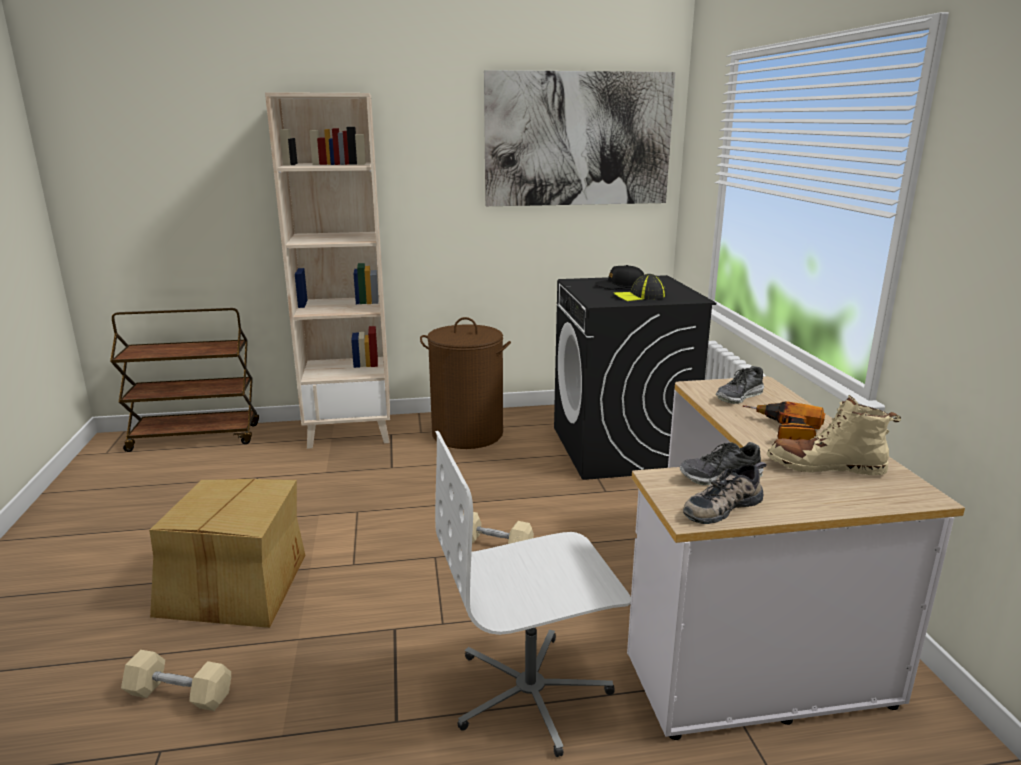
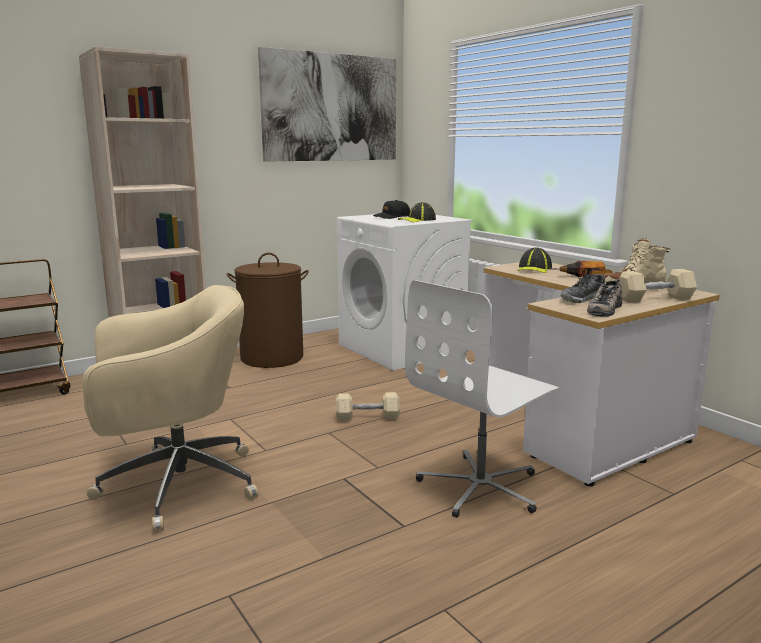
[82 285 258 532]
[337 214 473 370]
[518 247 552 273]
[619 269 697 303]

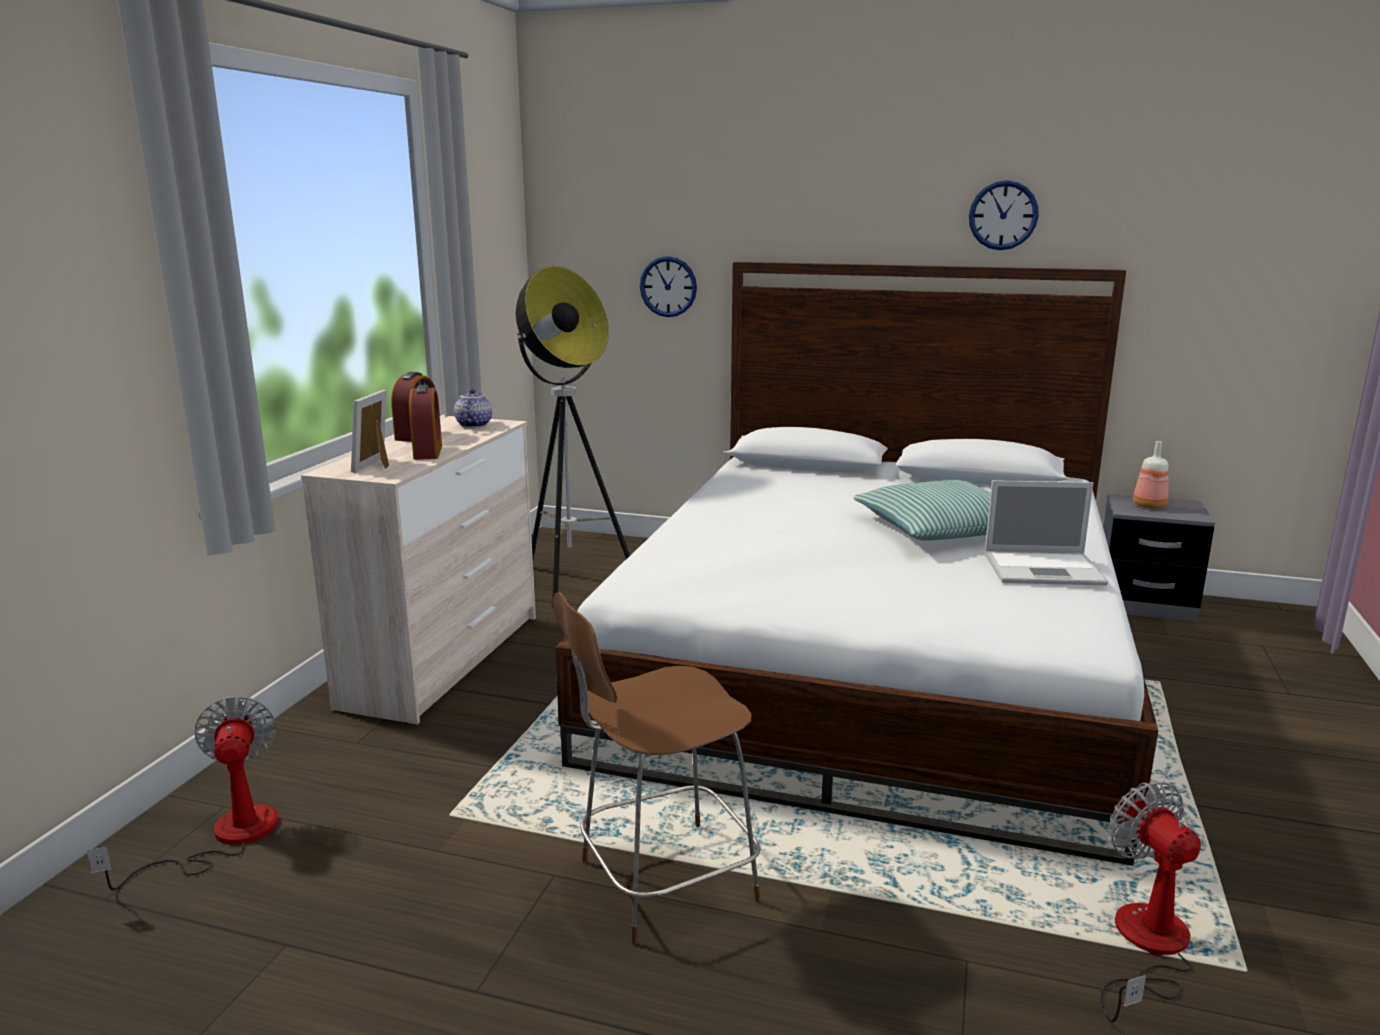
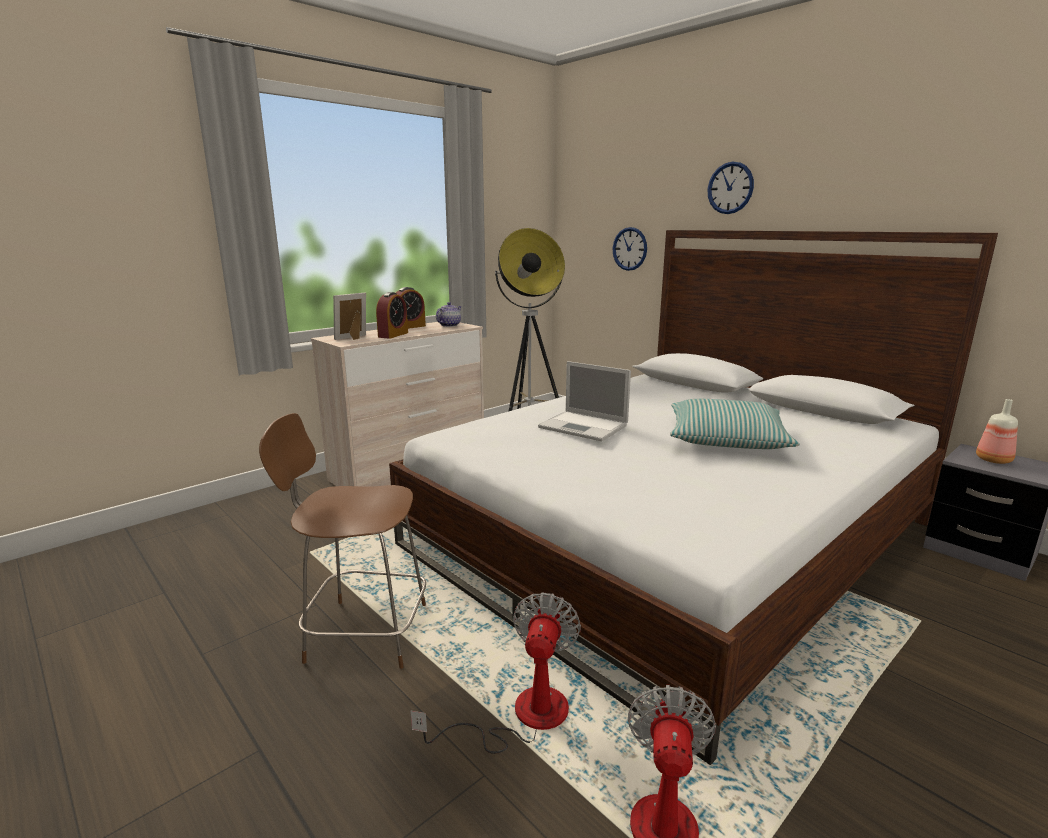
[410 592 581 754]
[538 361 631 441]
[707 162 754 214]

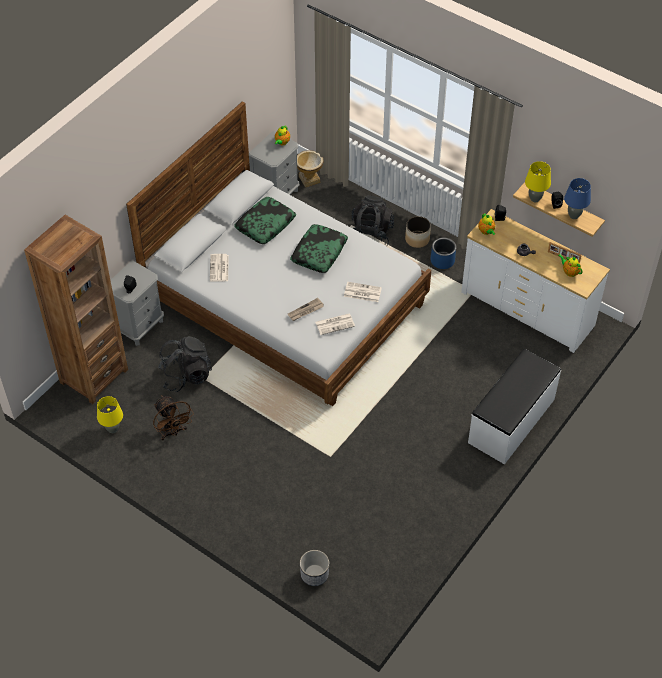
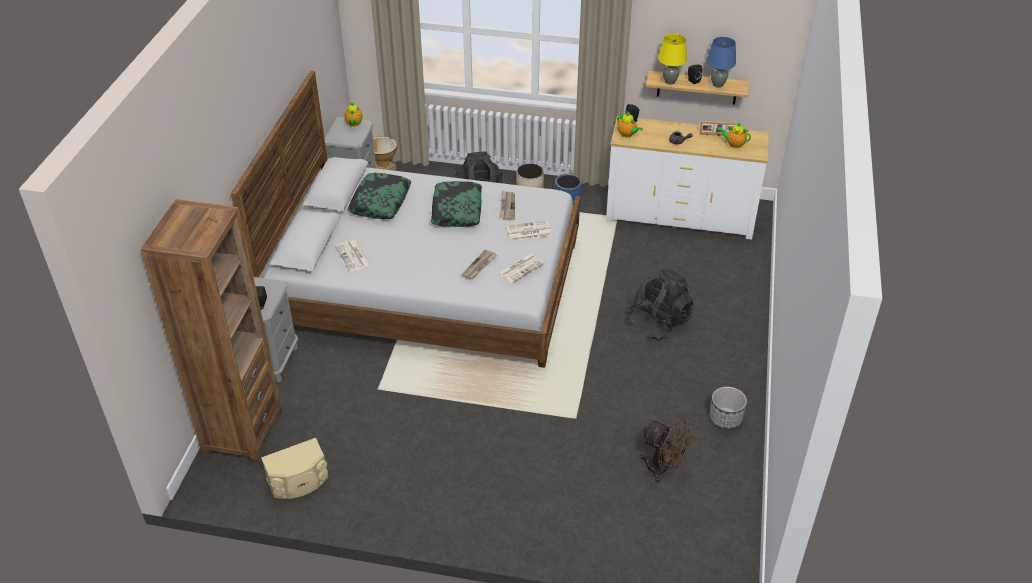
[261 438 328 499]
[499 191 515 220]
[627 268 694 340]
[639 418 696 483]
[710 386 747 429]
[468 349 561 464] (first image)

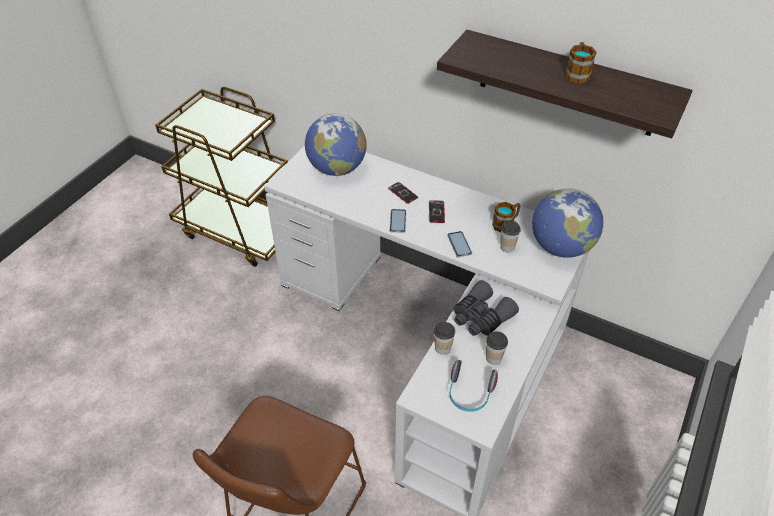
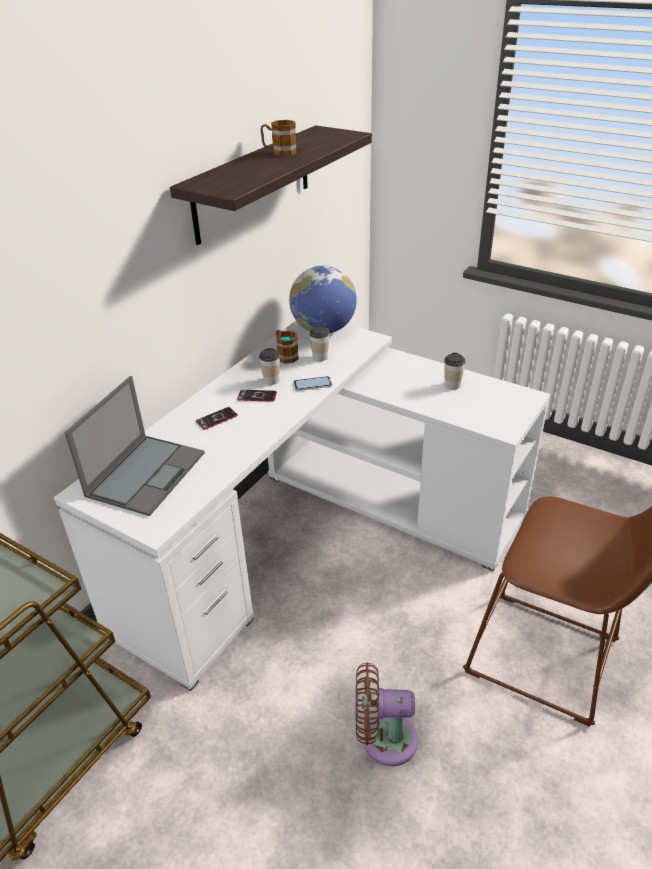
[64 376 205 516]
[259 348 280 385]
[355 662 418 766]
[390 209 406 233] (first image)
[450 360 498 412] (first image)
[454 280 519 336] (first image)

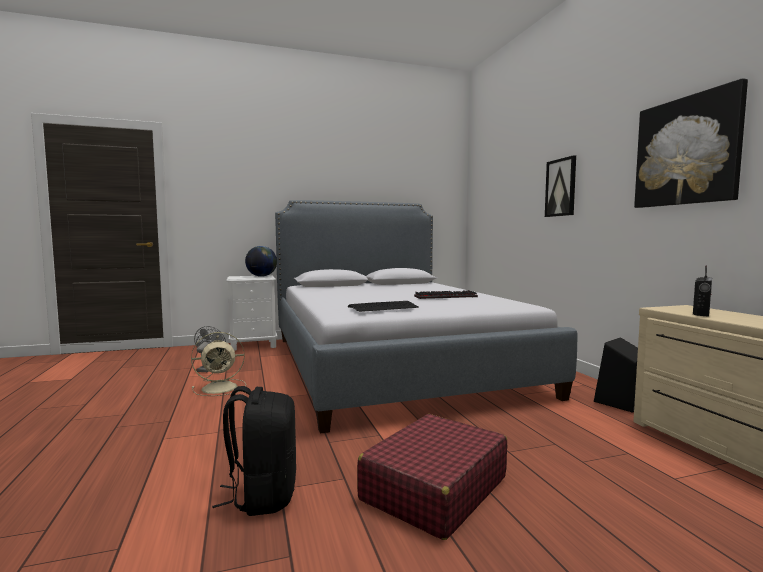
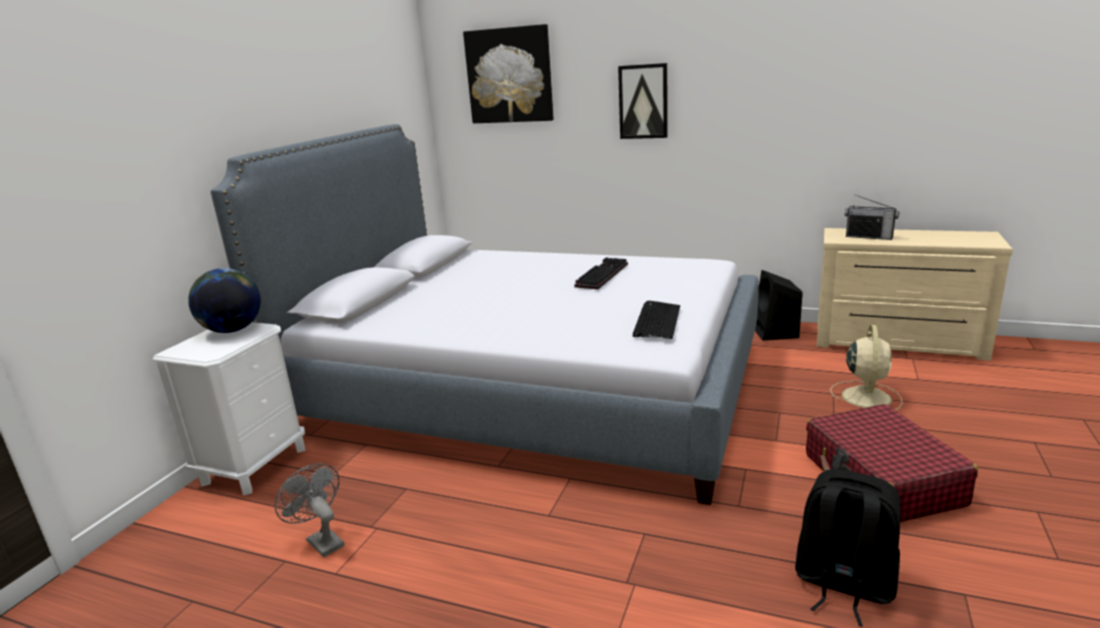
[463 24 554 123]
[830 325 903 410]
[845 195 899 240]

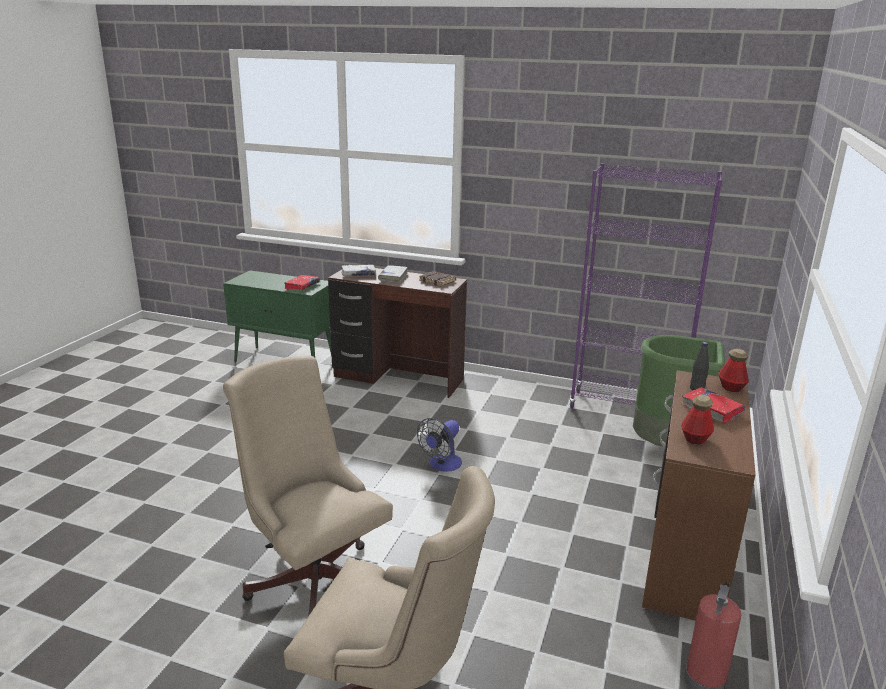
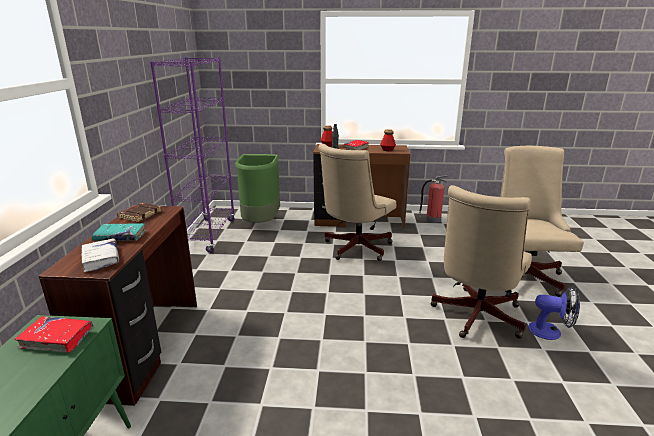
[92 223 146 241]
[318 144 396 261]
[528 286 580 340]

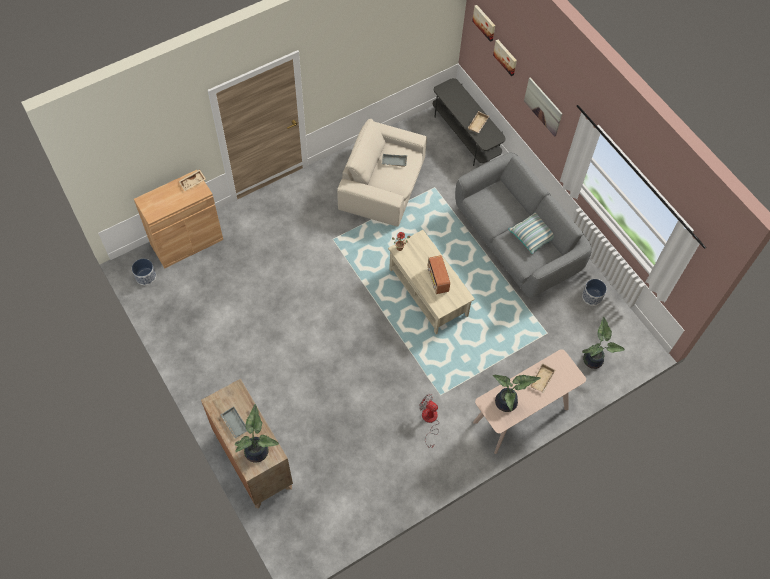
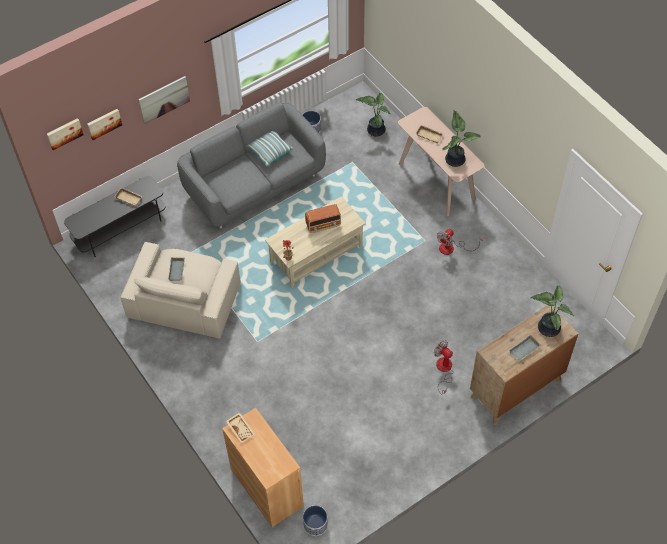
[434 340 453 394]

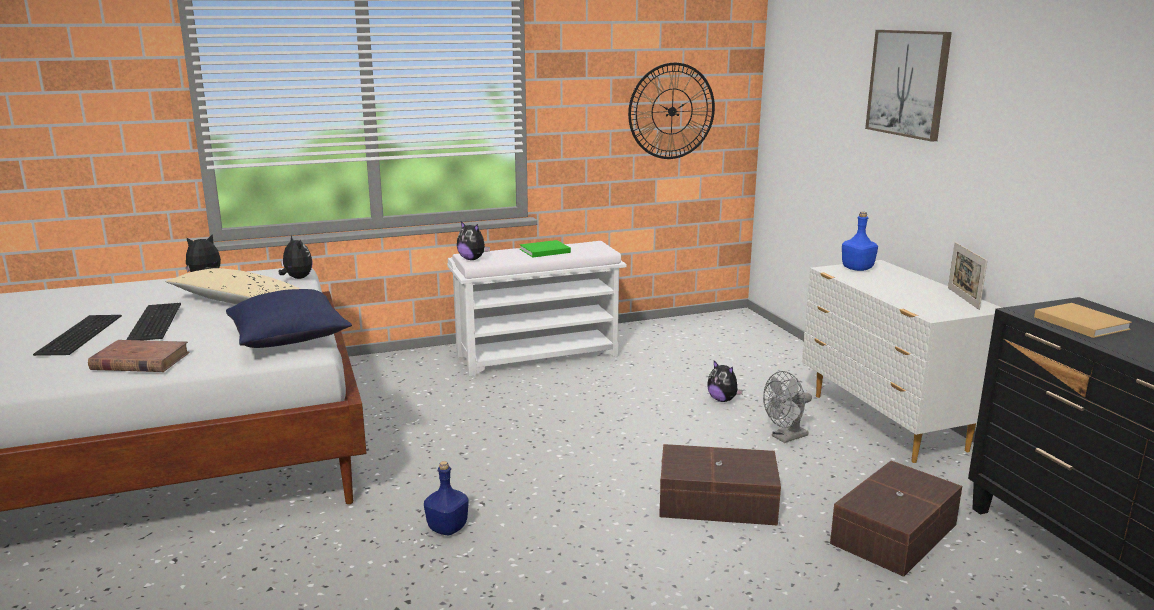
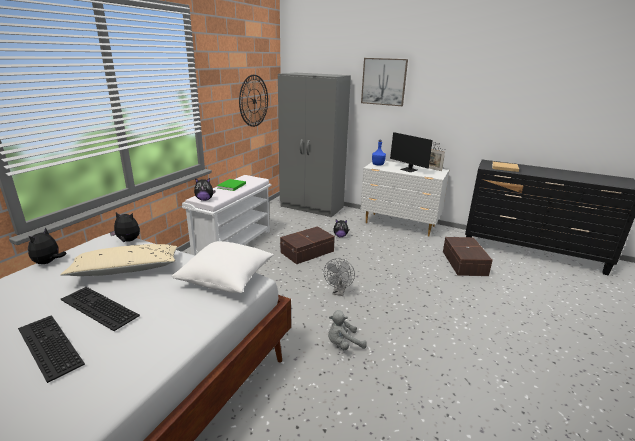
[172 241 274 293]
[278 73 351 217]
[280 226 335 264]
[324 258 355 296]
[328 310 367 350]
[390 132 443 172]
[88 340 190 372] (first image)

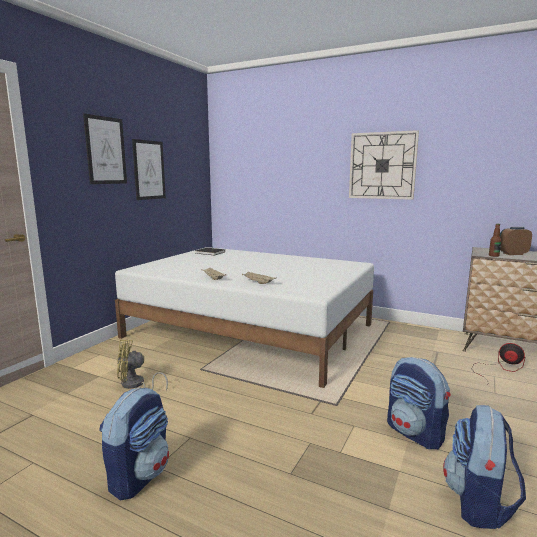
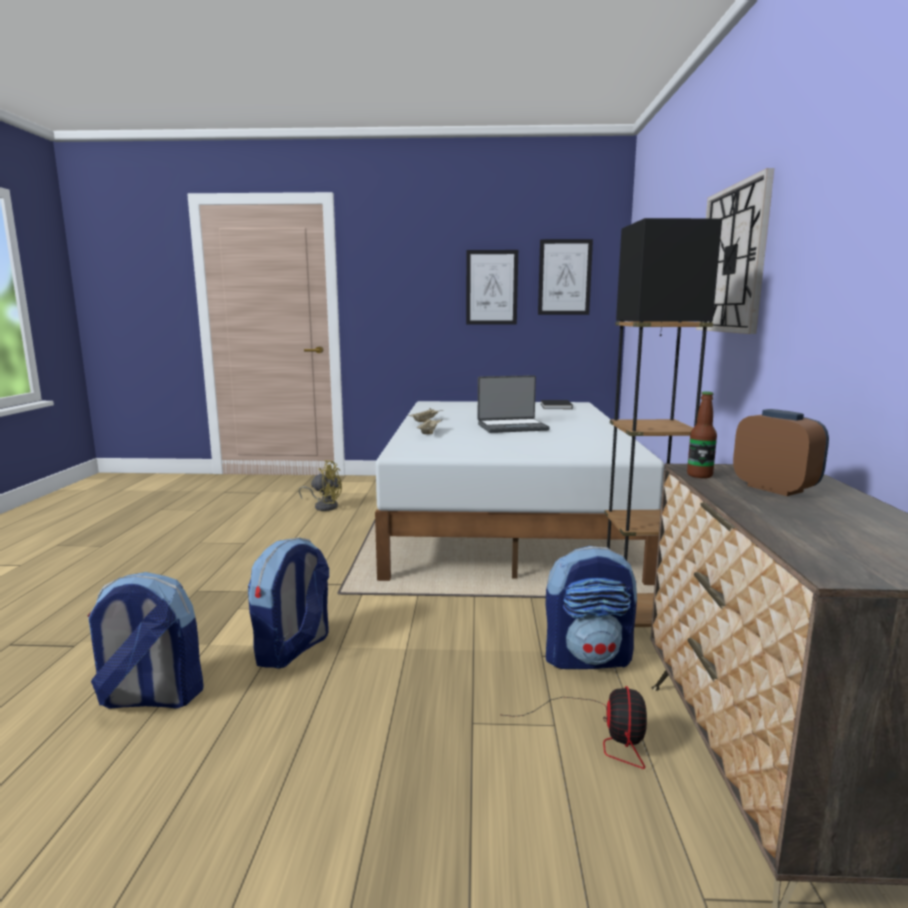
[299 460 342 511]
[478 375 550 433]
[538 239 593 315]
[545 546 637 669]
[604 218 722 627]

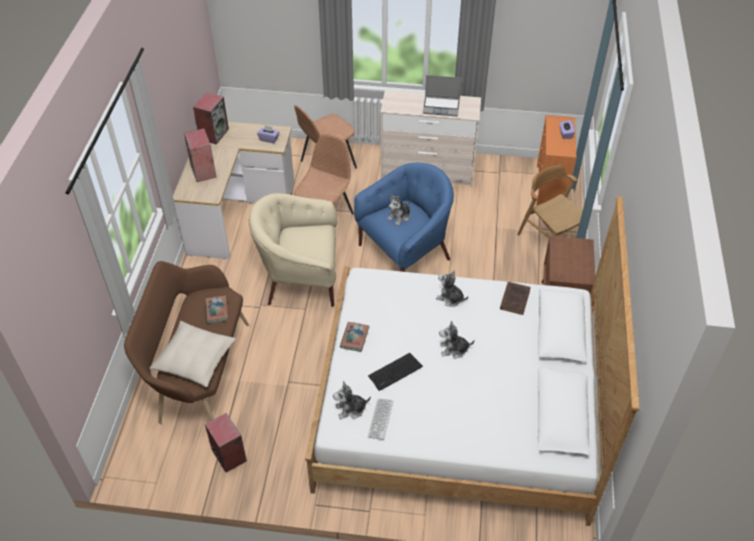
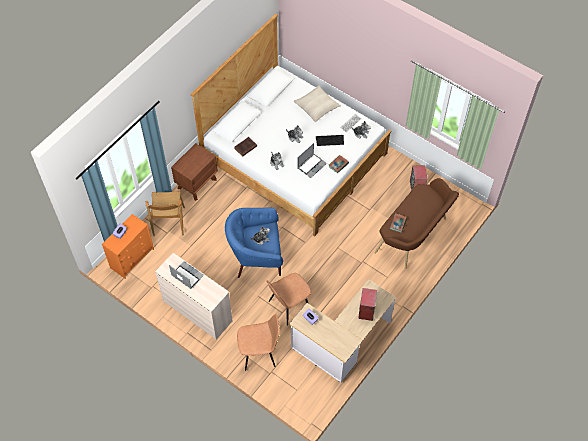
[294 86 341 122]
[297 143 327 178]
[193 92 229 145] (first image)
[248 193 338 307] (first image)

